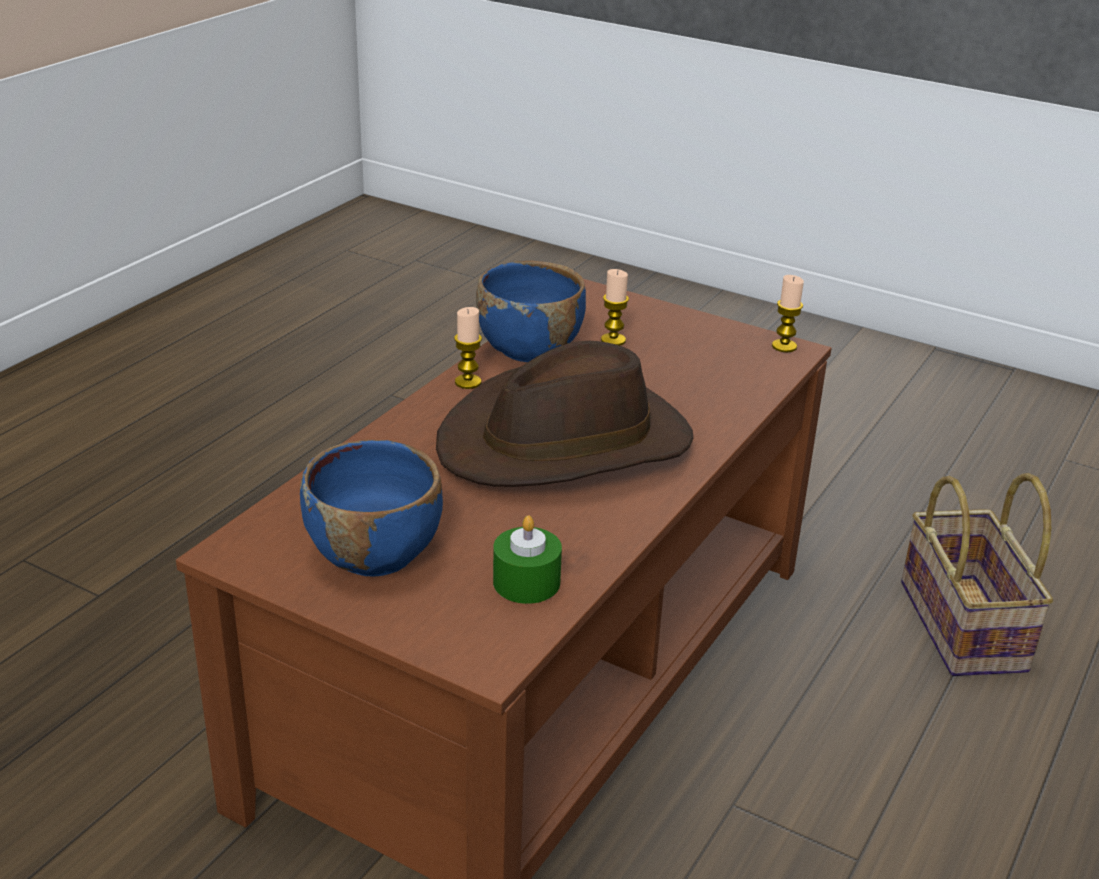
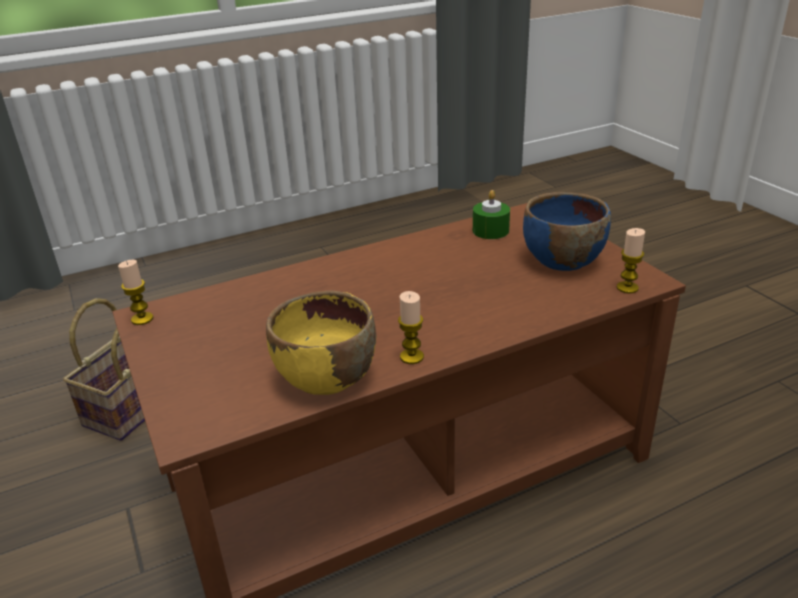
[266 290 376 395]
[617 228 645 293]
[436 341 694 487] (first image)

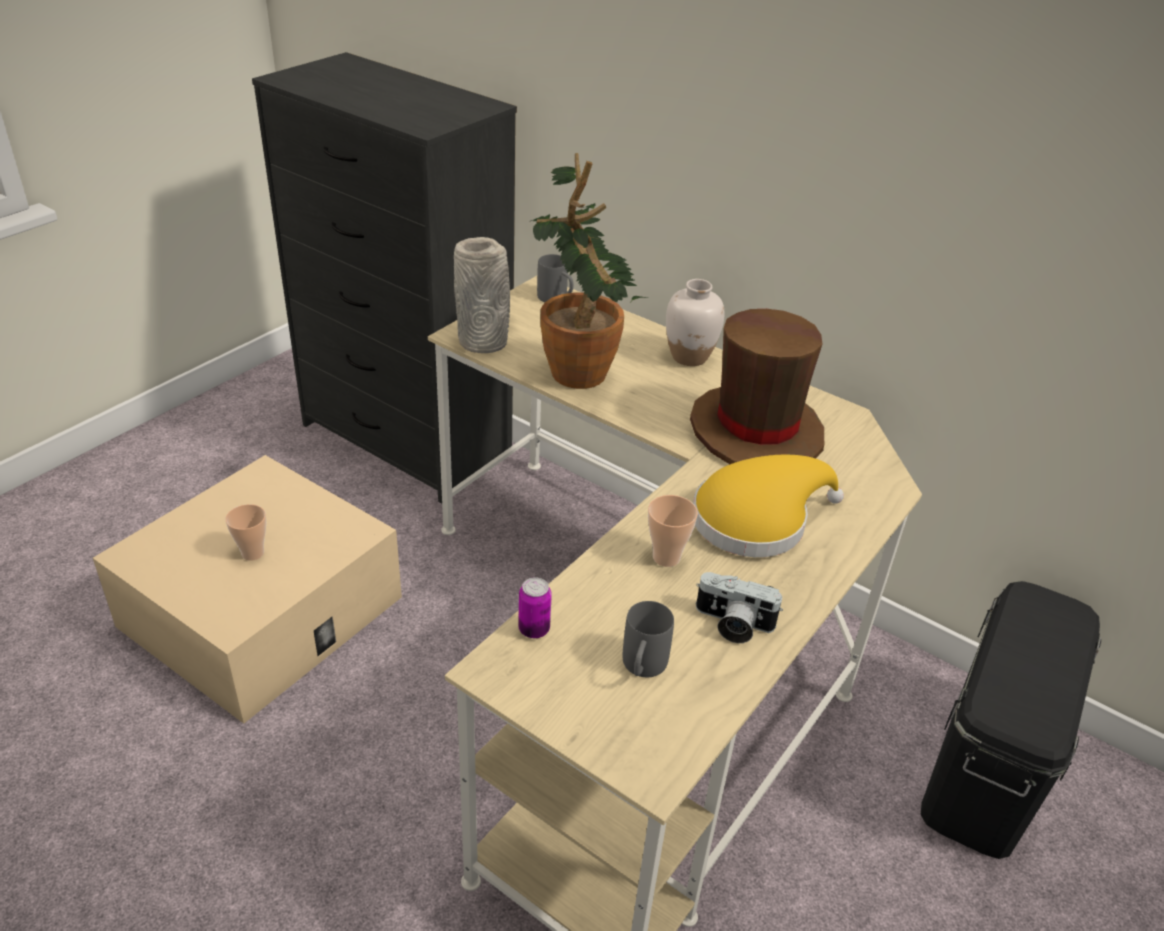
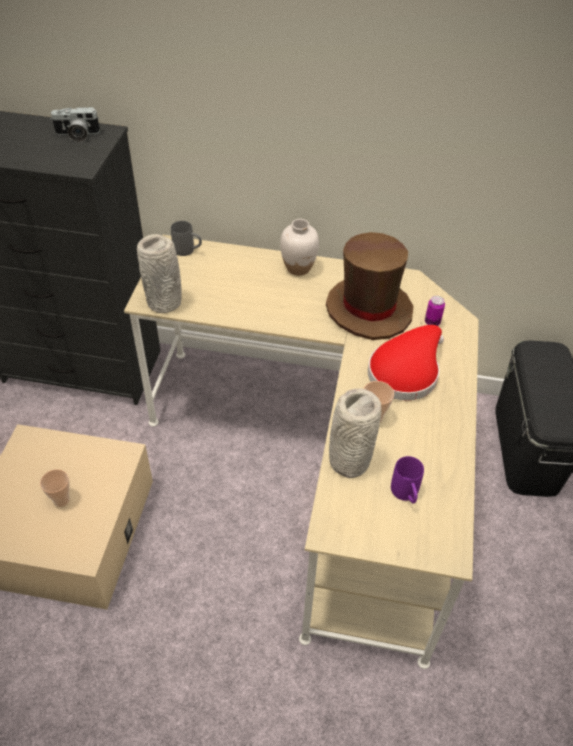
[51 107 100 142]
[329 388 381 478]
[368 325 444 401]
[391 456 424 504]
[425 296 445 326]
[531 153 647 389] (first image)

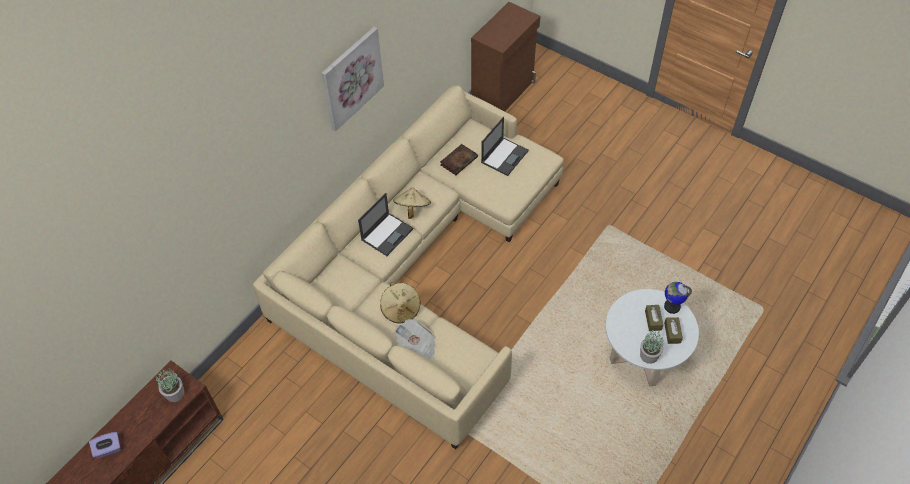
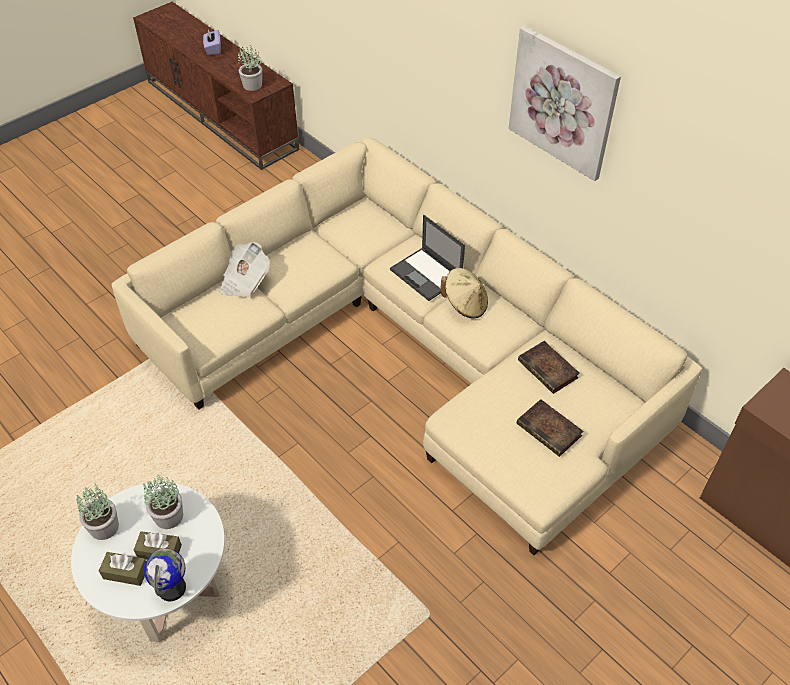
[143 475 183 529]
[517 399 583 457]
[380 282 421 323] (first image)

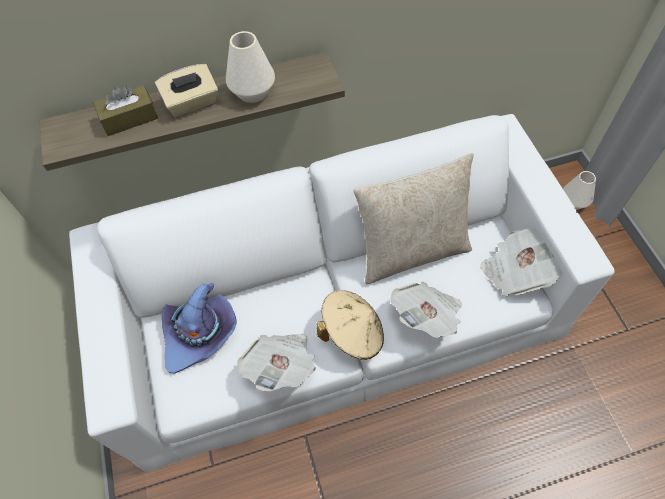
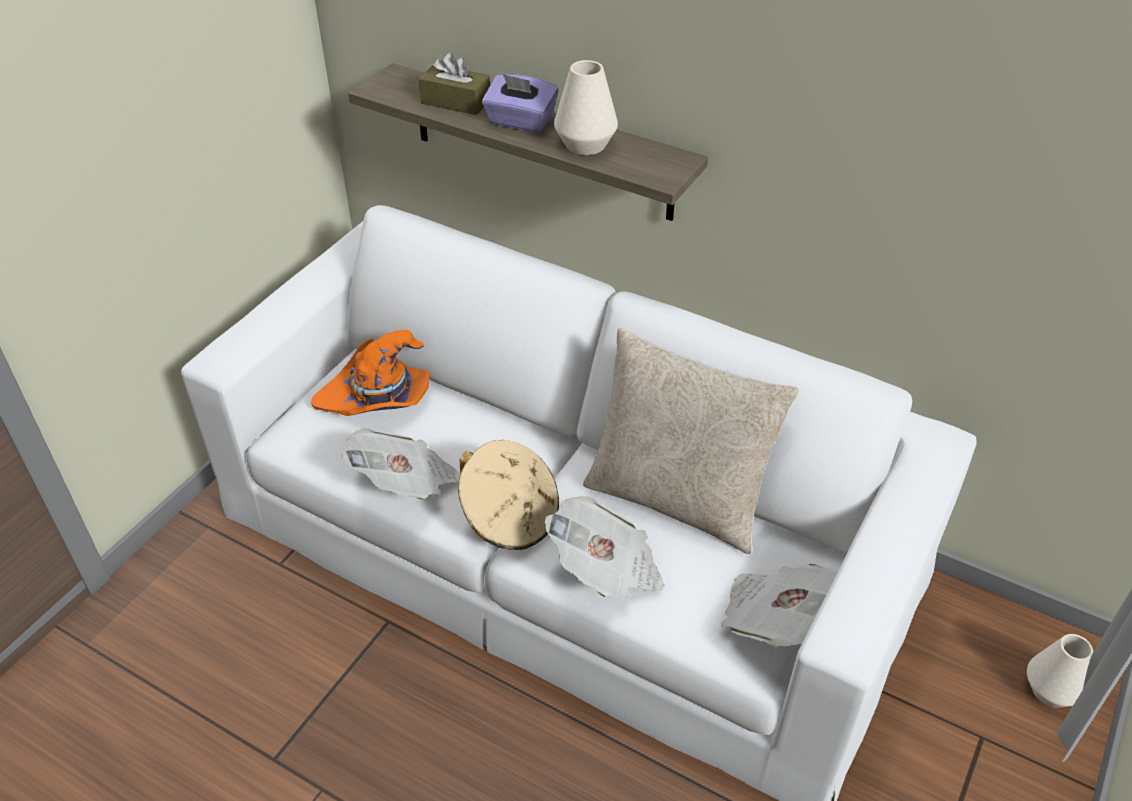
[311 330 430 416]
[482 74 559 133]

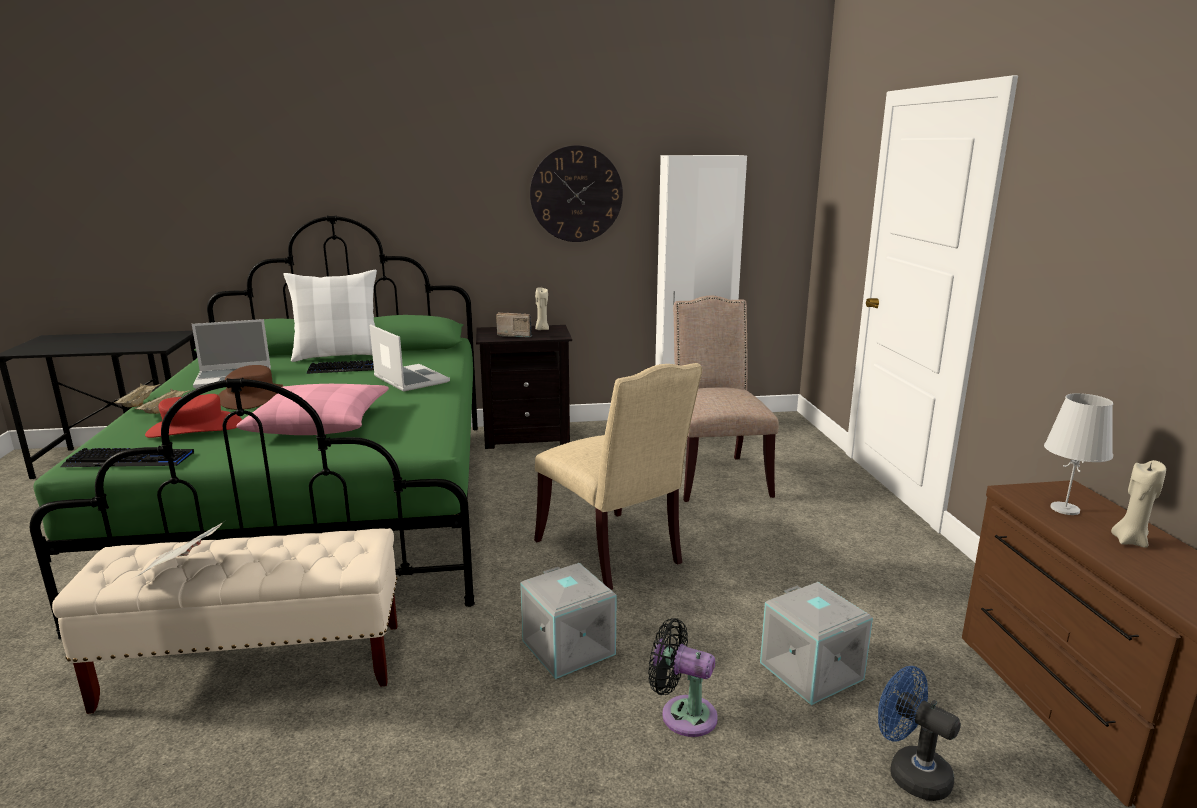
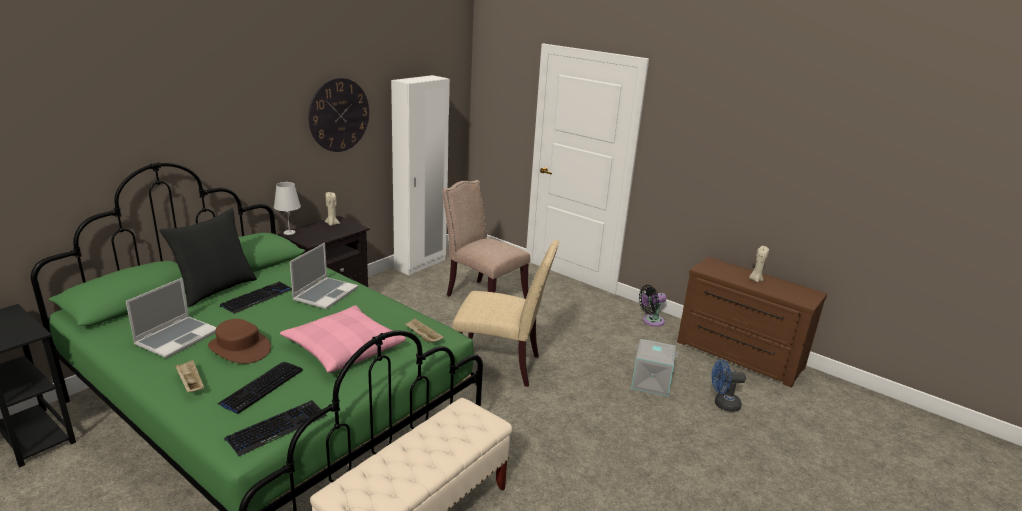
[159 208 257 307]
[217 362 303 415]
[274 182 301 235]
[290 243 358 309]
[404 318 444 342]
[639 285 666 327]
[132 522 223 579] (first image)
[496 312 533 337] (first image)
[520 563 617 679] (first image)

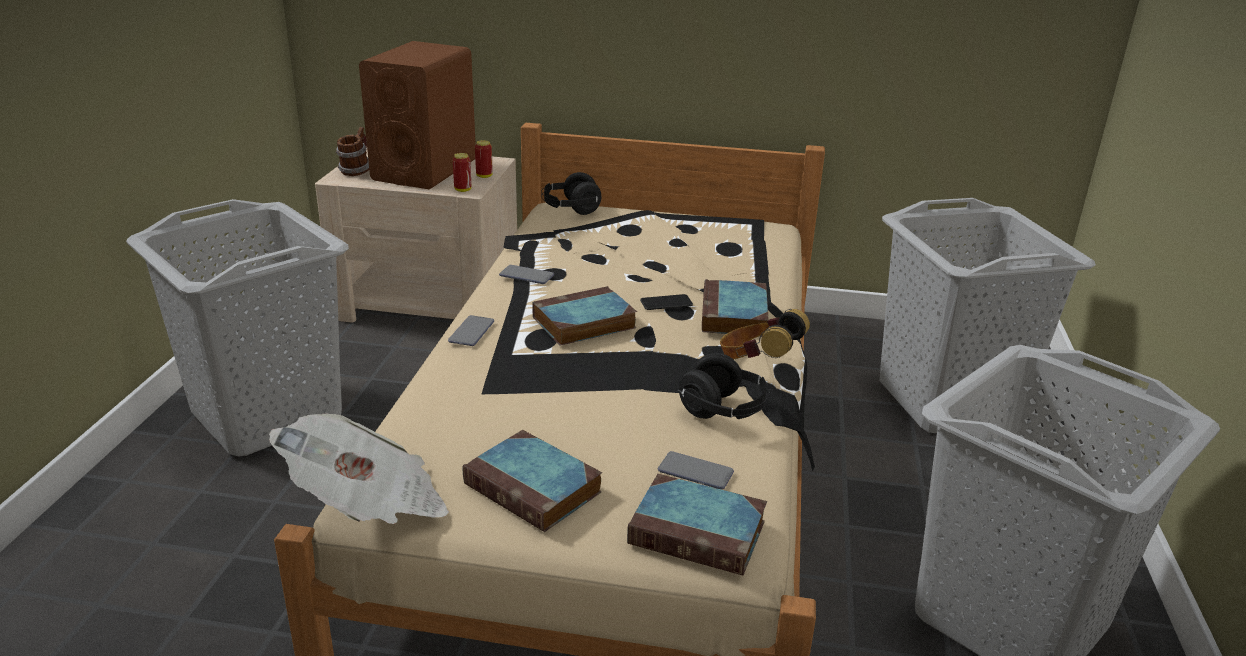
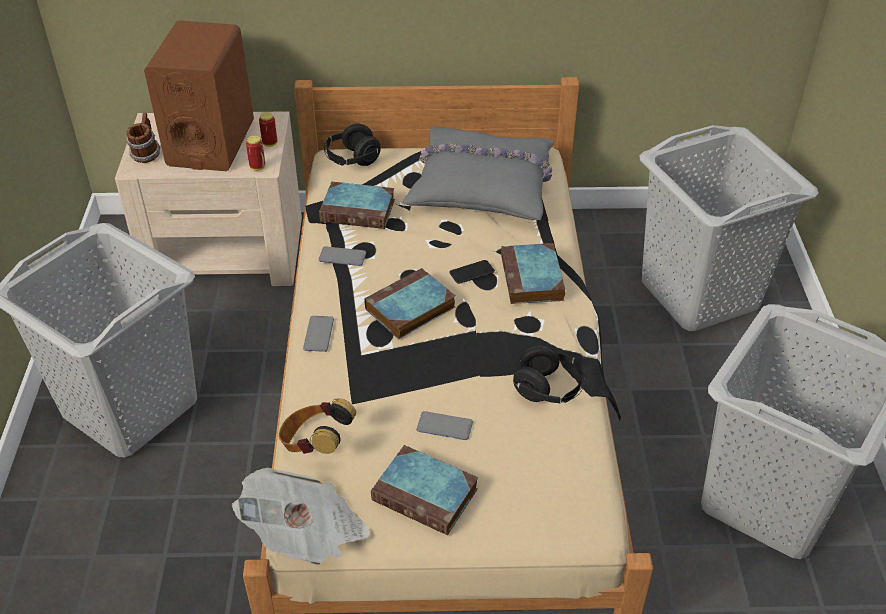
[279 398 356 454]
[319 182 395 229]
[403 126 554 220]
[416 411 473 440]

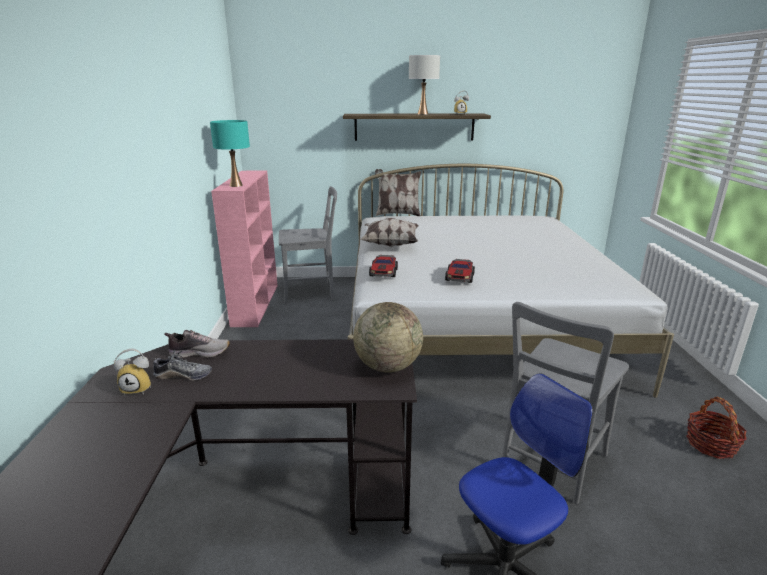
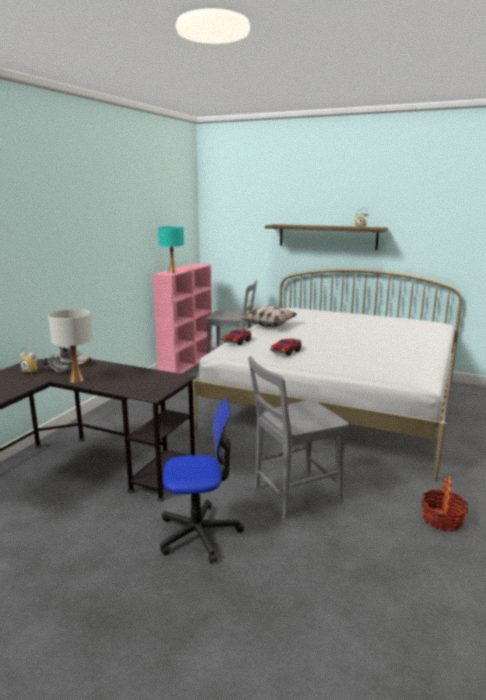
[48 309 93 383]
[353 302 423 373] (first image)
[375 169 421 216] (first image)

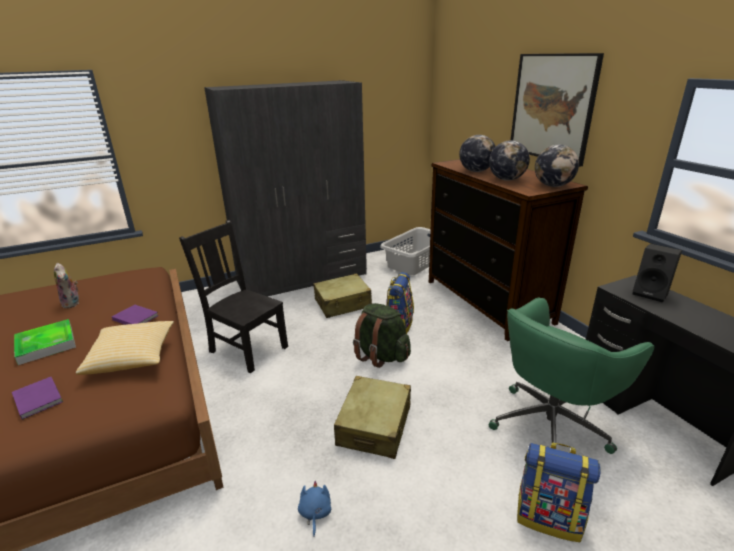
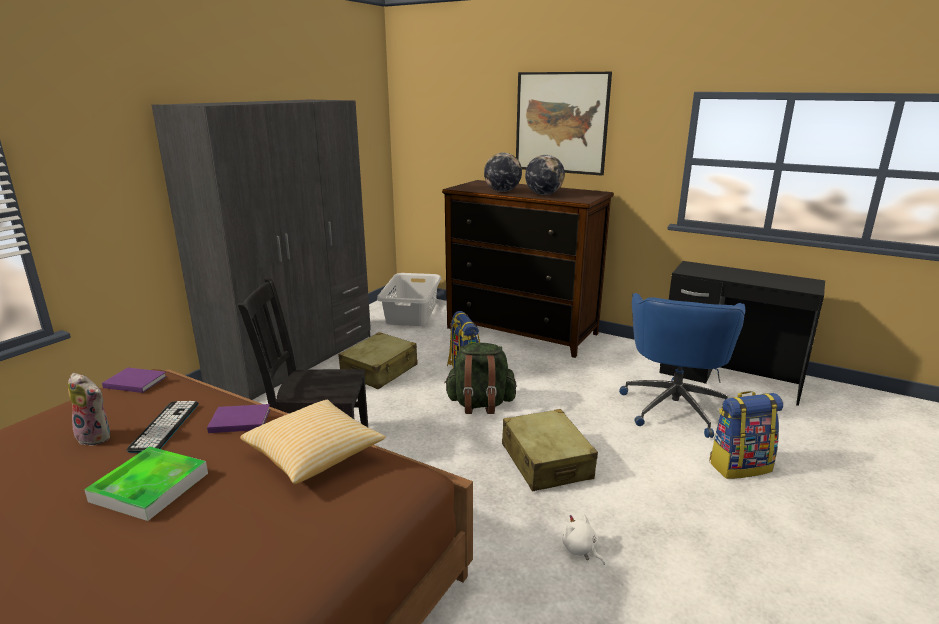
[102 368 167 393]
[126 401 198 453]
[563 513 605 565]
[619 293 745 438]
[535 145 579 187] (first image)
[633 244 682 303] (first image)

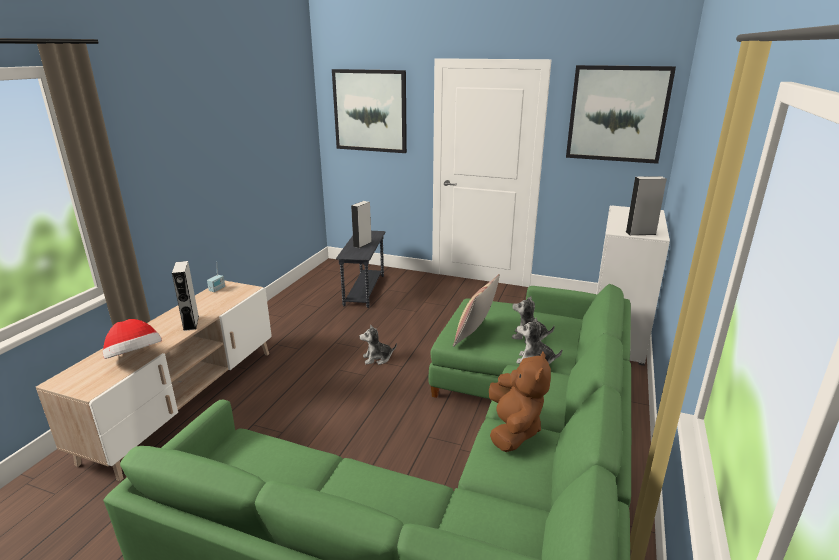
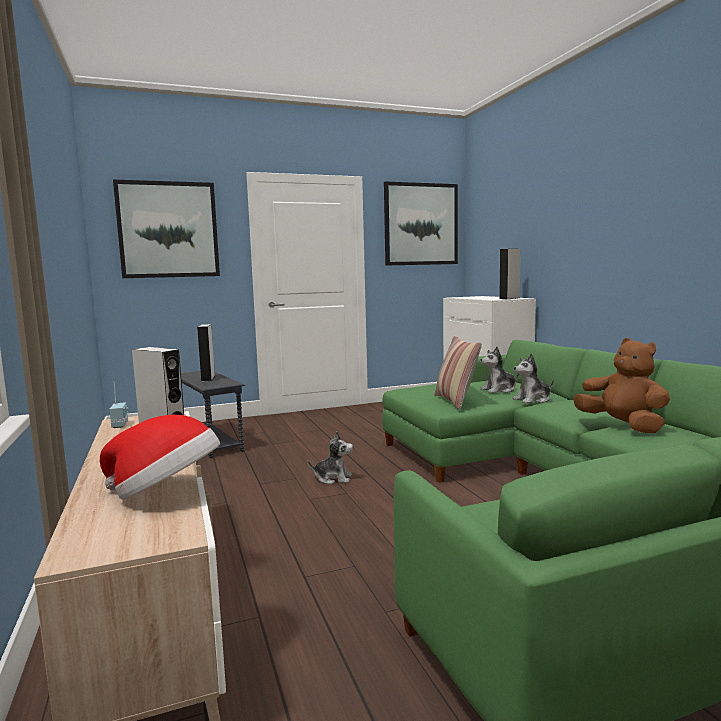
[308 432 353 484]

